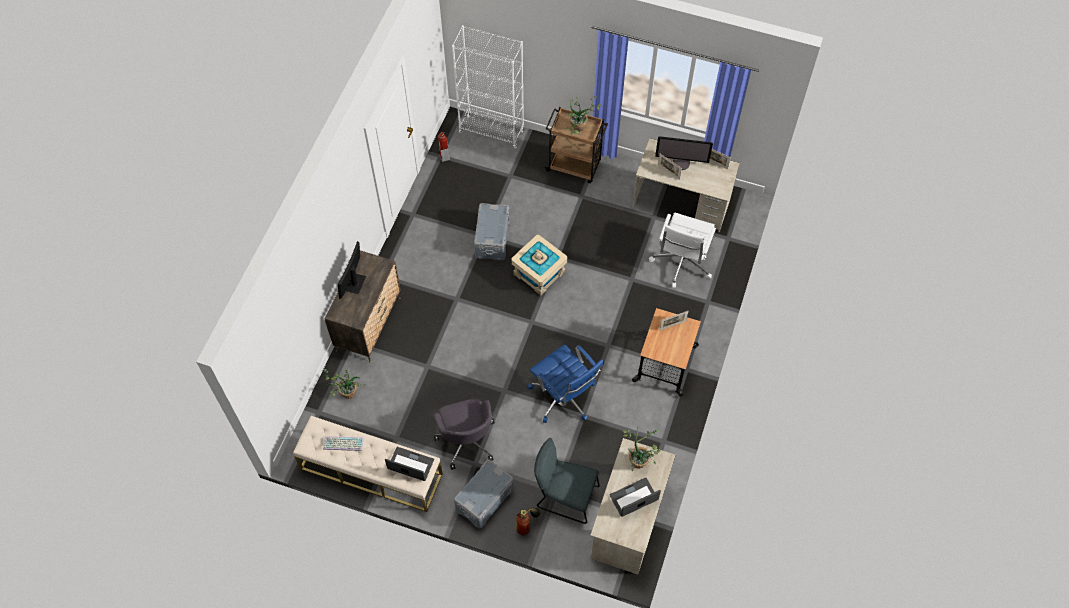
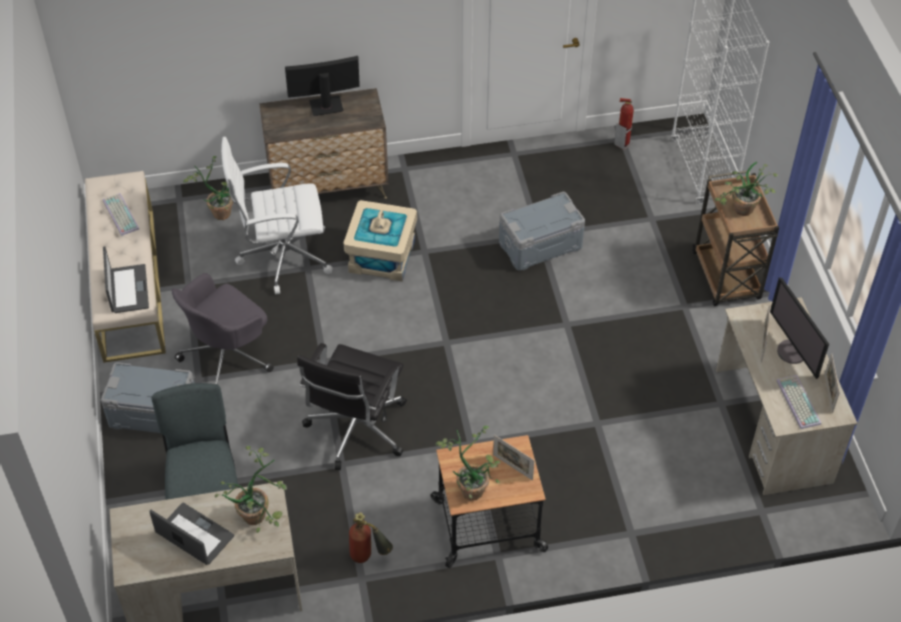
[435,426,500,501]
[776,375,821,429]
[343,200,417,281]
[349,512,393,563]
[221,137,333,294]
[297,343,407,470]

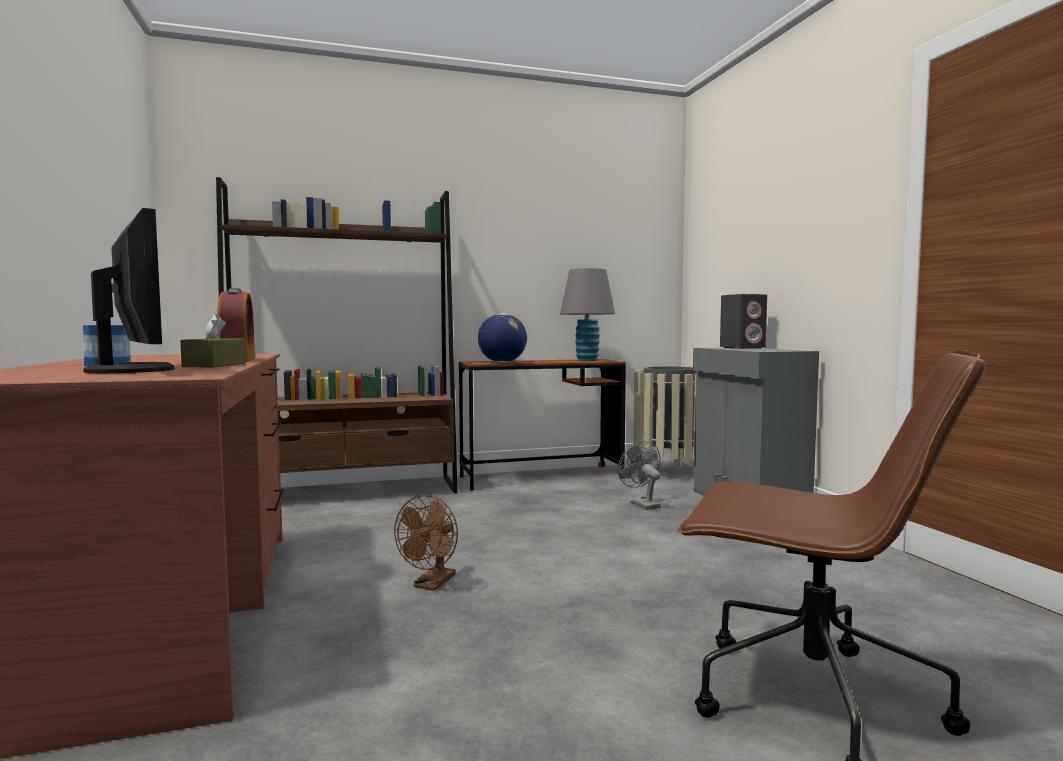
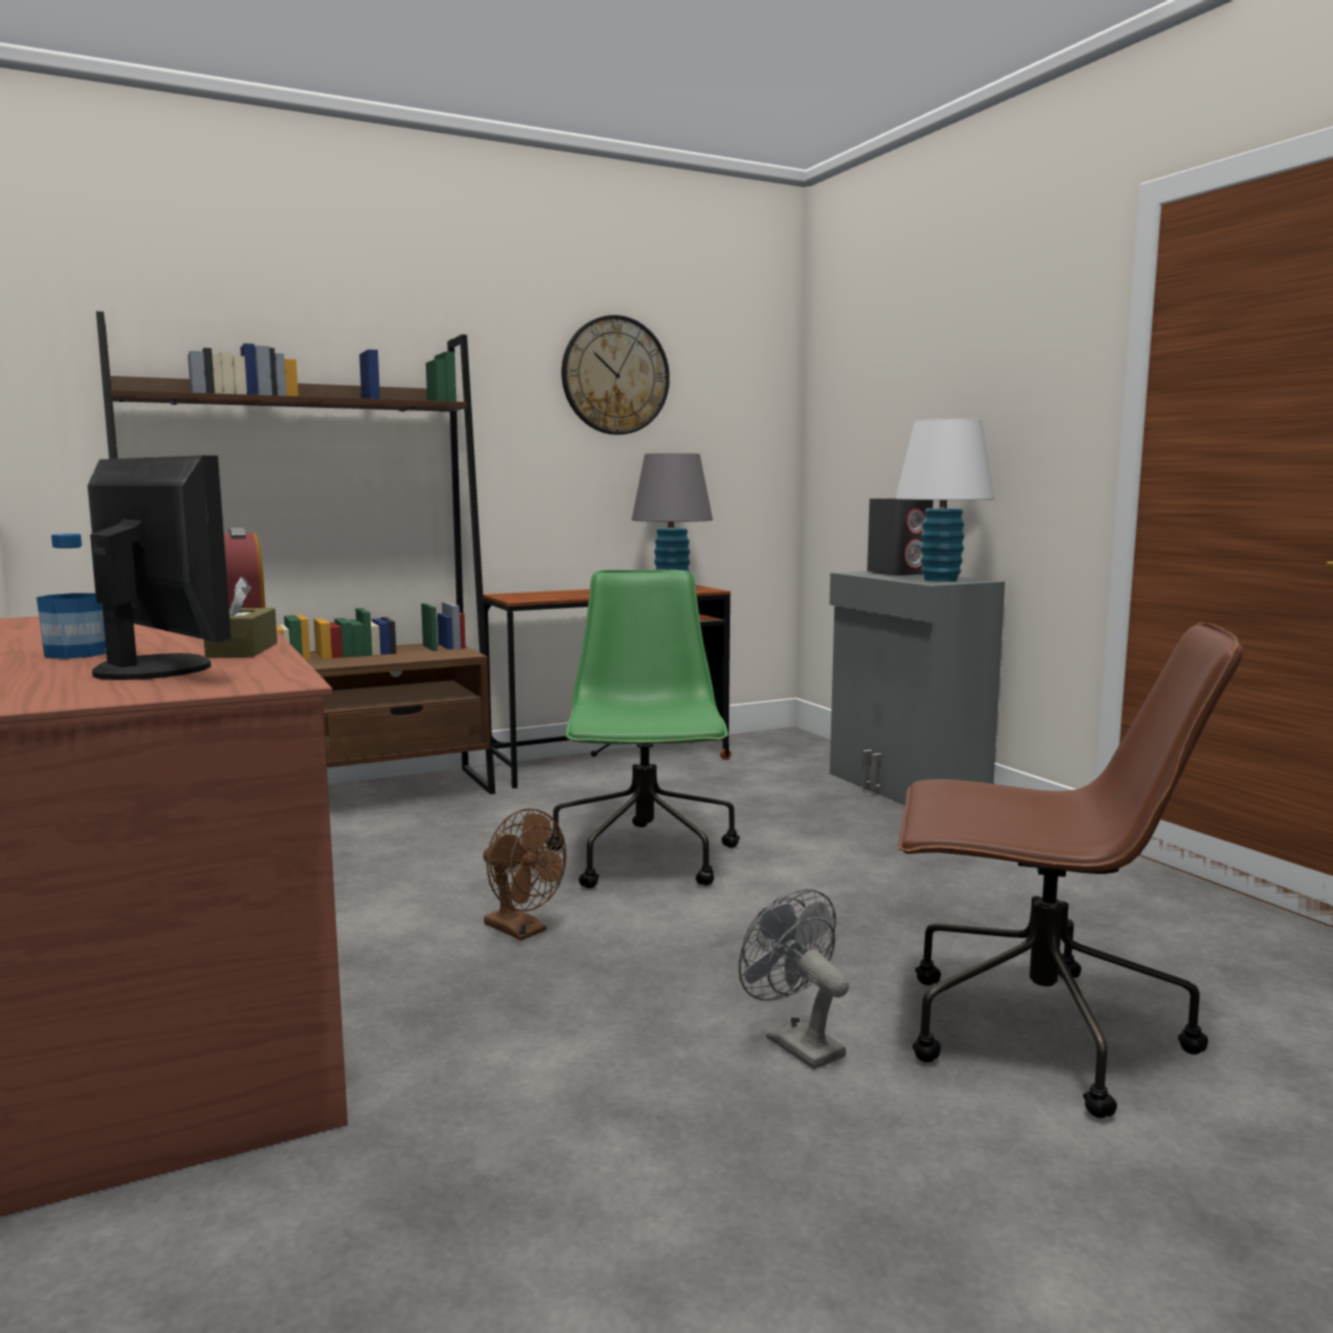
[478,313,527,363] (first image)
[633,366,697,479] (first image)
[546,570,740,889]
[562,315,670,435]
[895,419,994,582]
[739,889,849,1069]
[483,808,566,941]

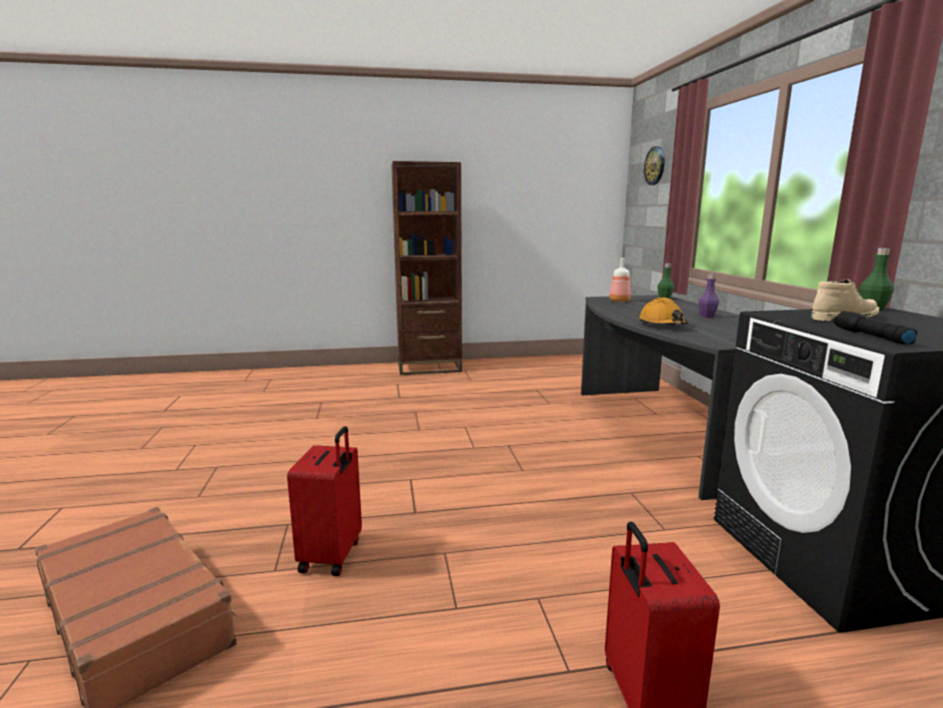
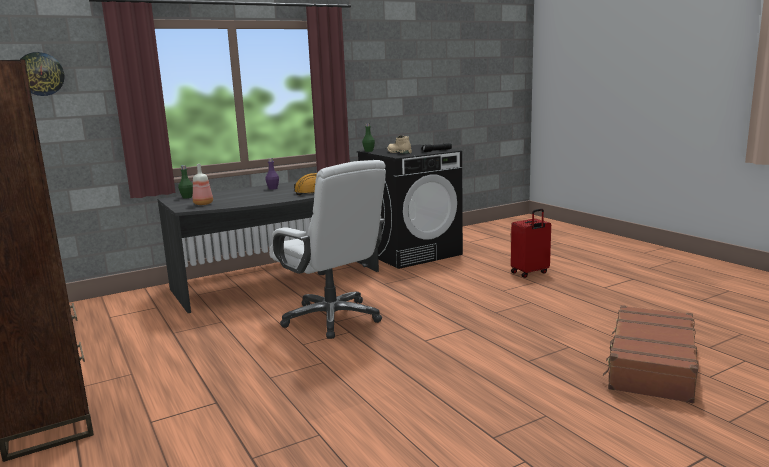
[287,426,362,576] (first image)
[269,160,386,339]

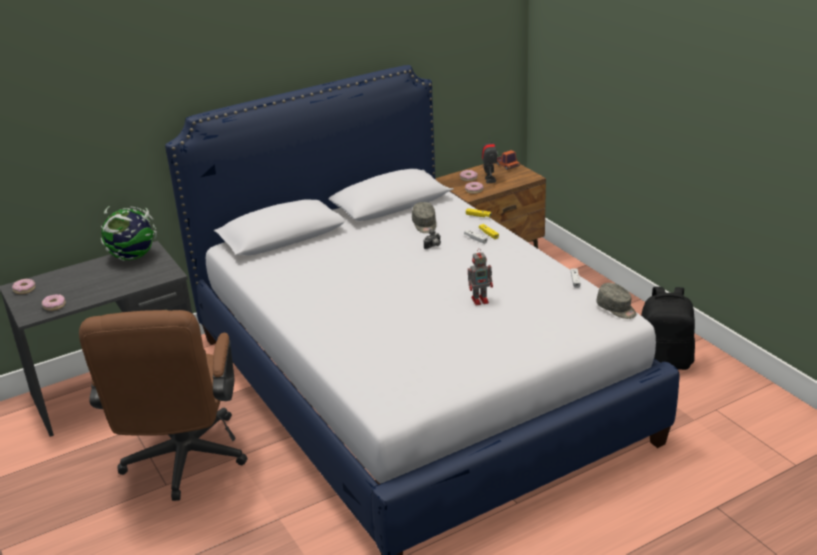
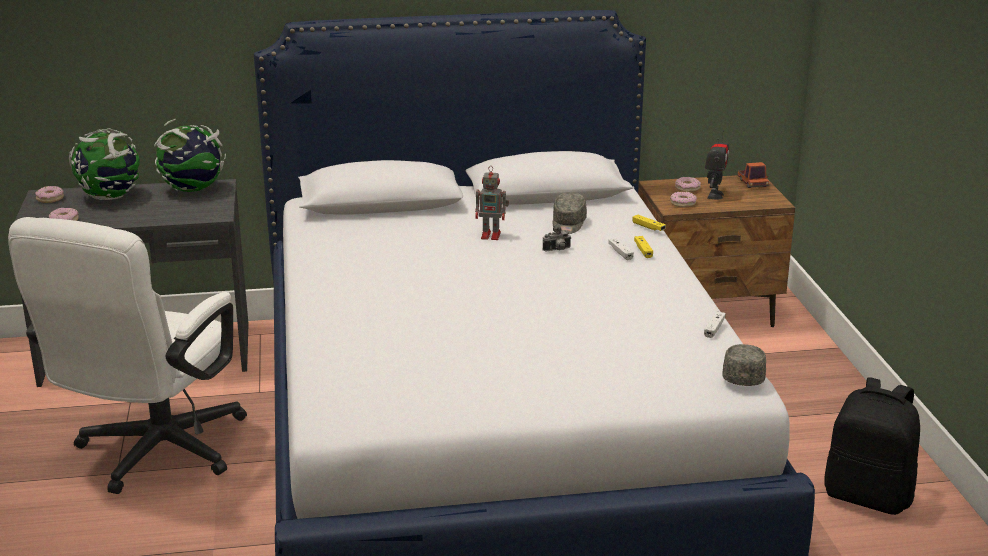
[69,128,140,200]
[475,167,509,240]
[8,217,247,494]
[722,344,766,386]

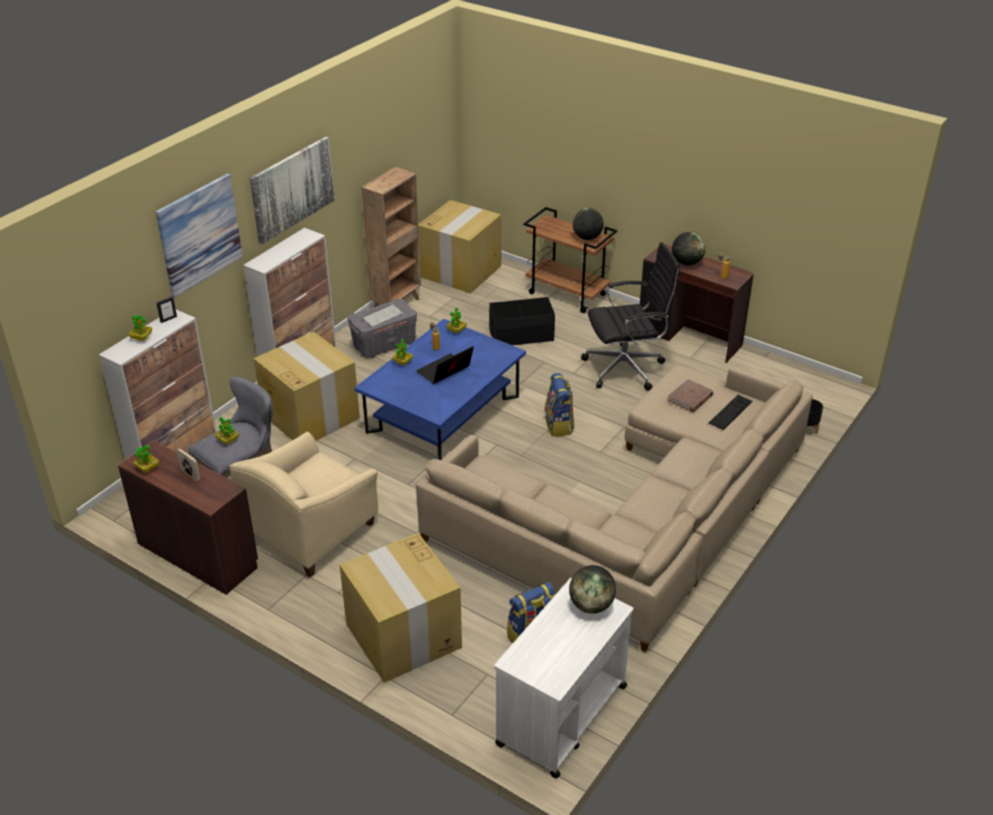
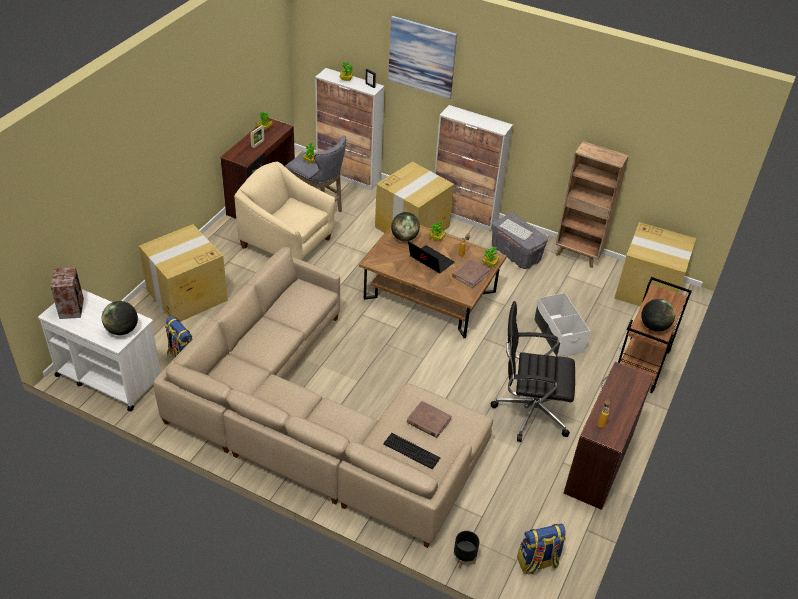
[250,137,334,244] (first image)
[51,267,84,319]
[452,259,490,288]
[517,524,566,575]
[391,212,420,241]
[359,225,507,338]
[534,293,590,357]
[490,301,575,442]

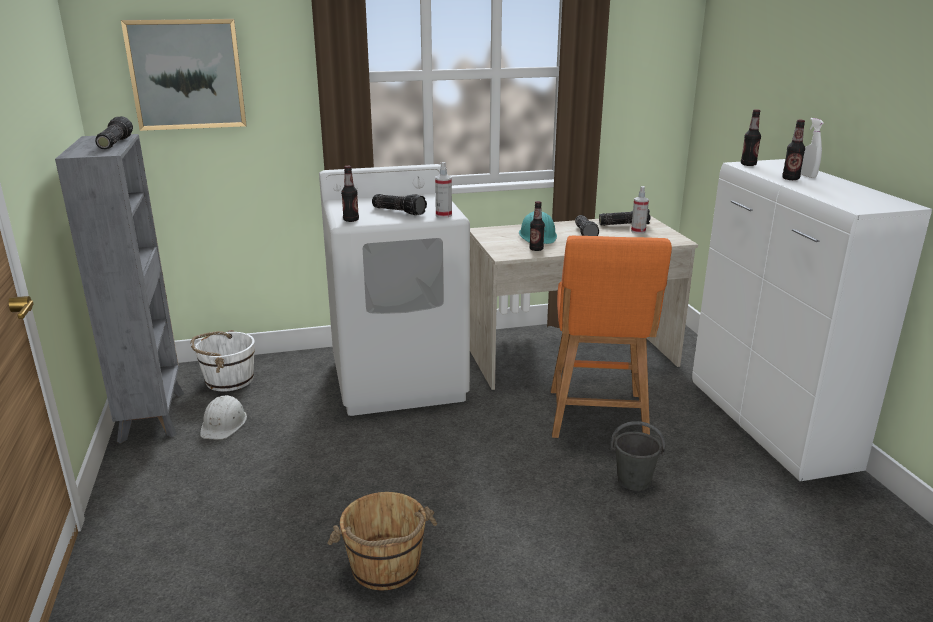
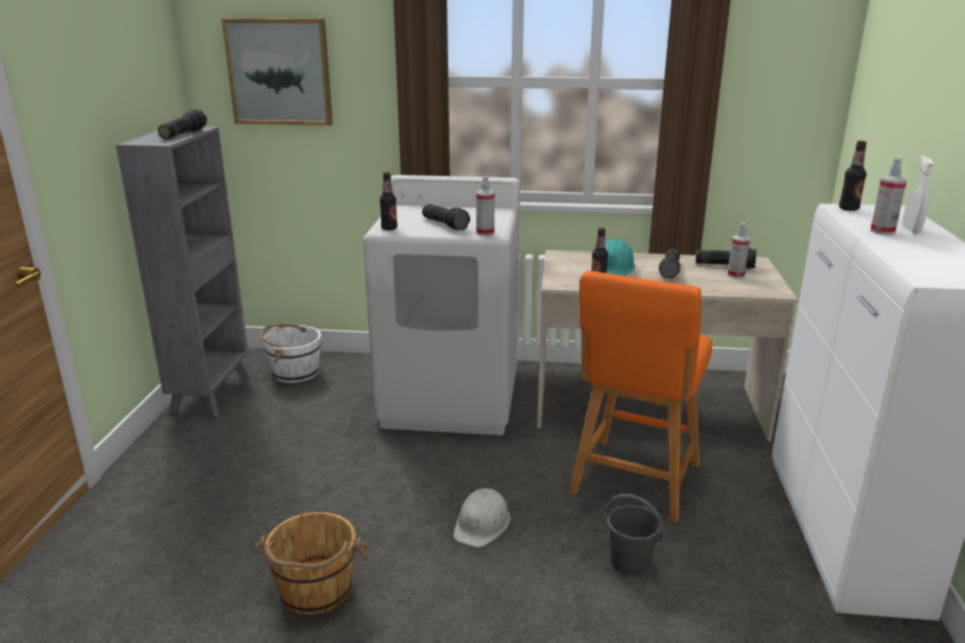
[453,488,510,547]
[870,157,907,235]

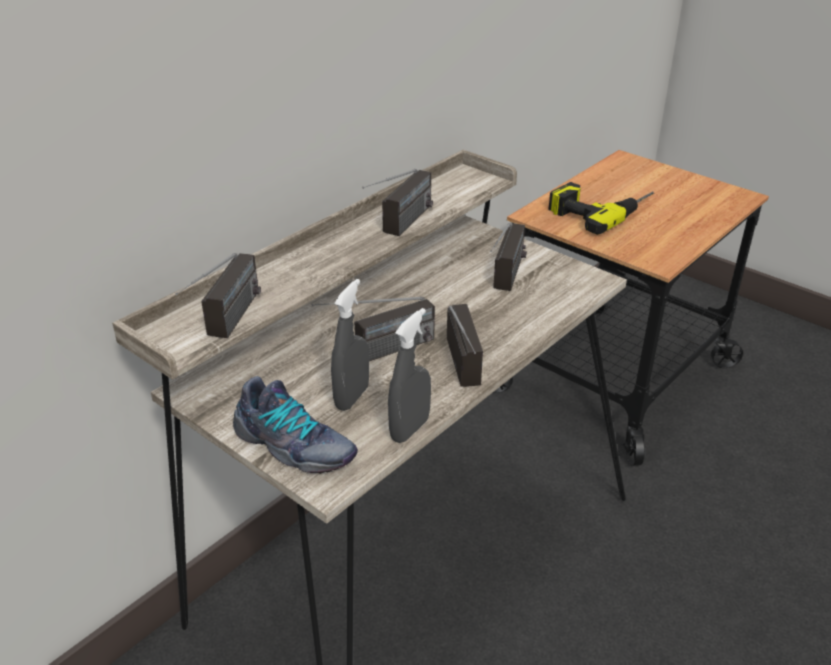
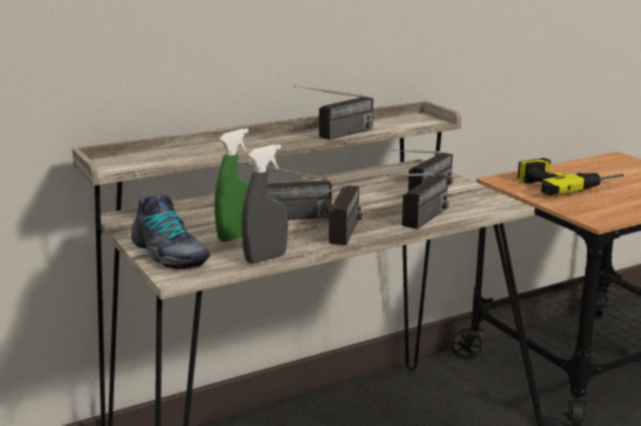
[387,173,449,229]
[214,129,249,242]

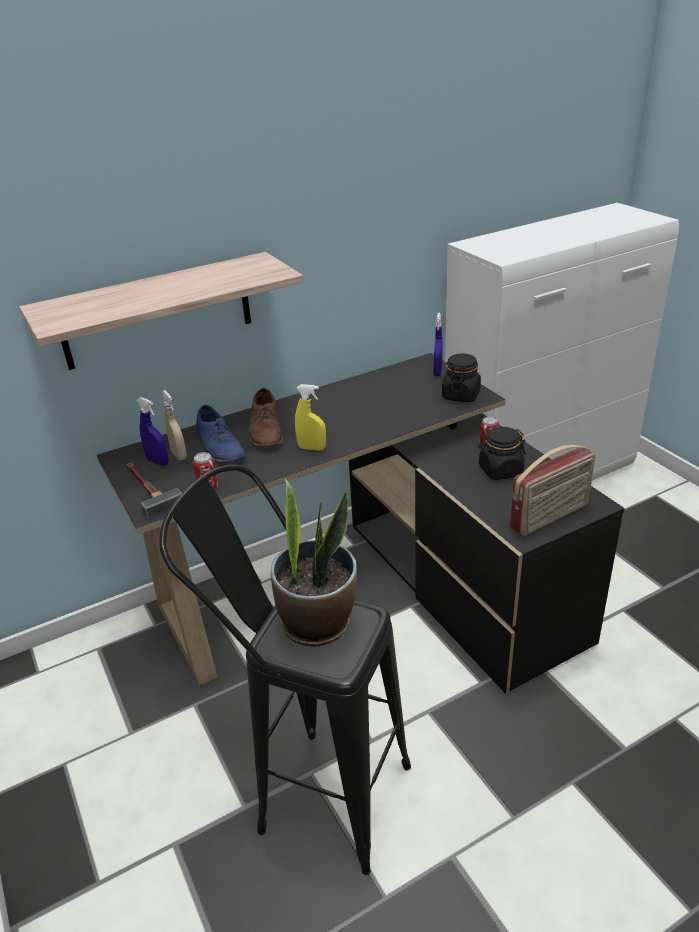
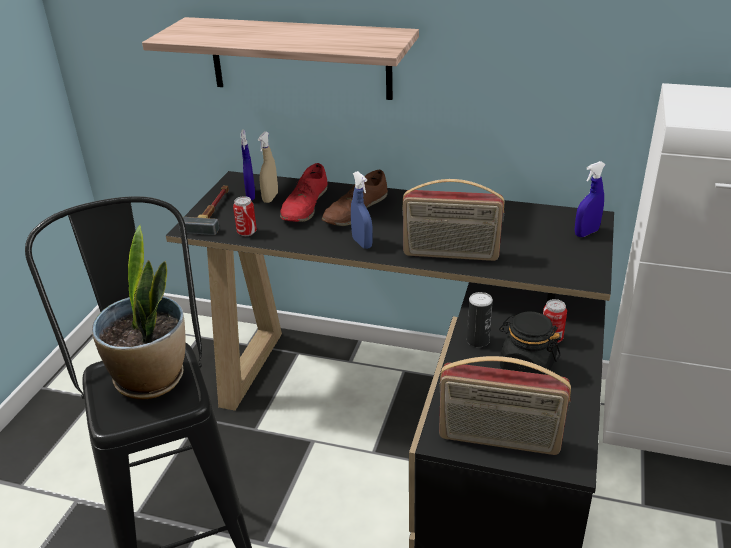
[442,353,481,402] (first image)
[402,179,505,261]
[467,292,493,347]
[280,163,328,222]
[351,171,373,249]

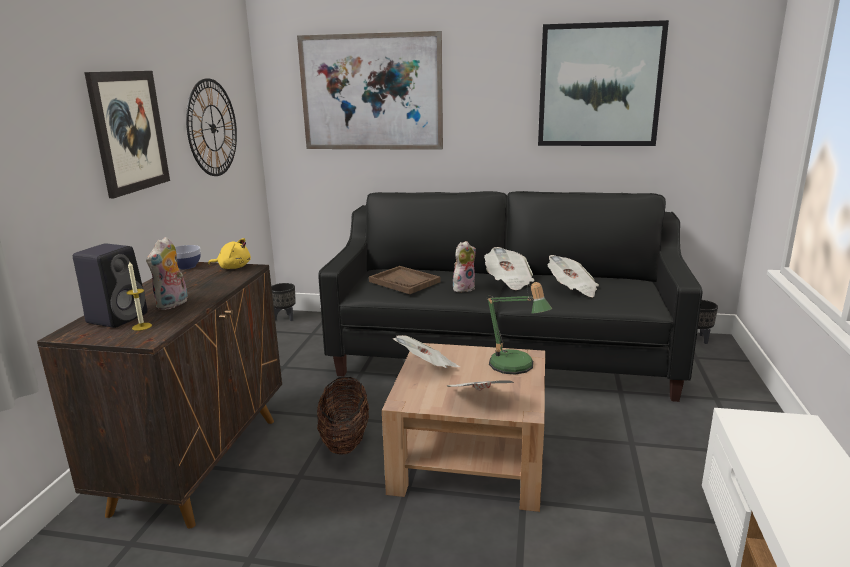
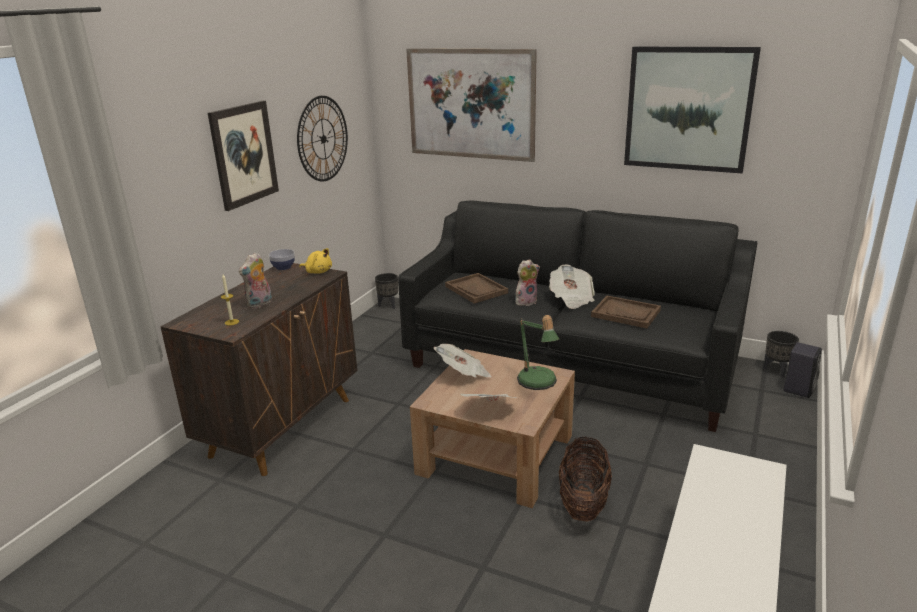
[783,342,822,398]
[559,437,612,522]
[591,296,661,328]

